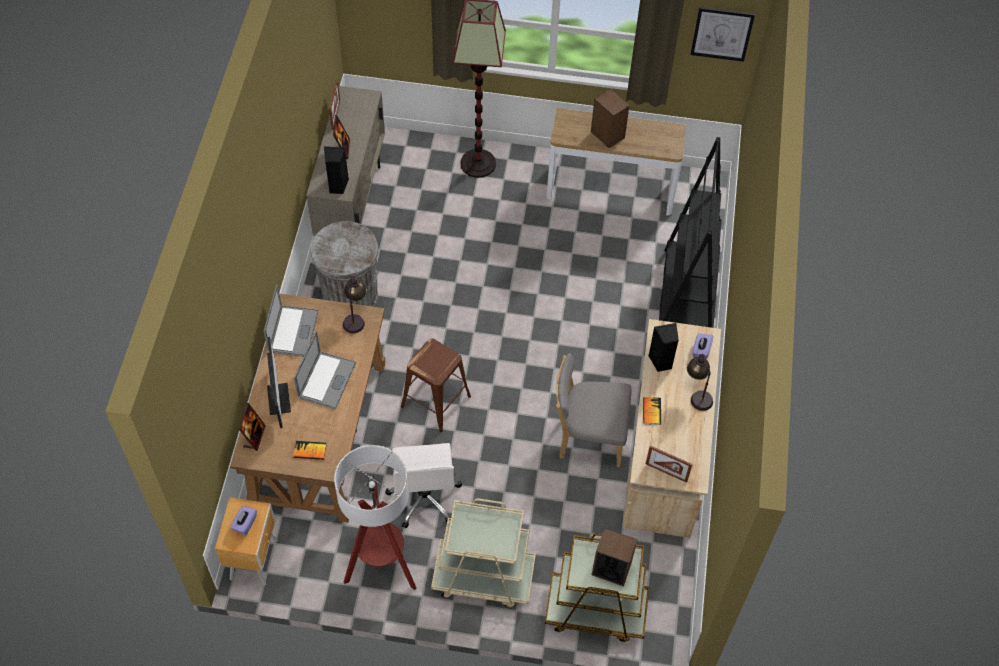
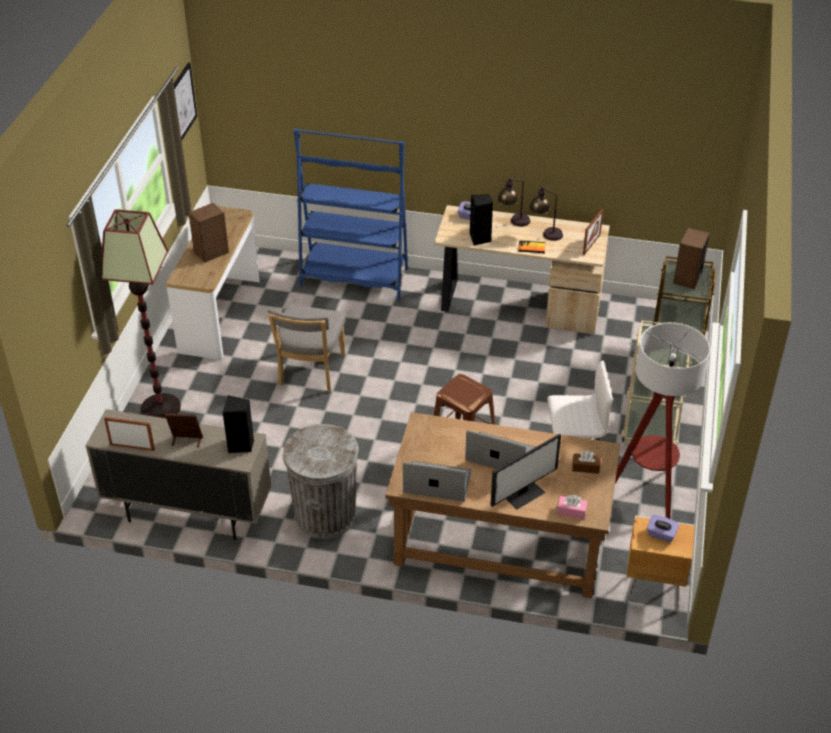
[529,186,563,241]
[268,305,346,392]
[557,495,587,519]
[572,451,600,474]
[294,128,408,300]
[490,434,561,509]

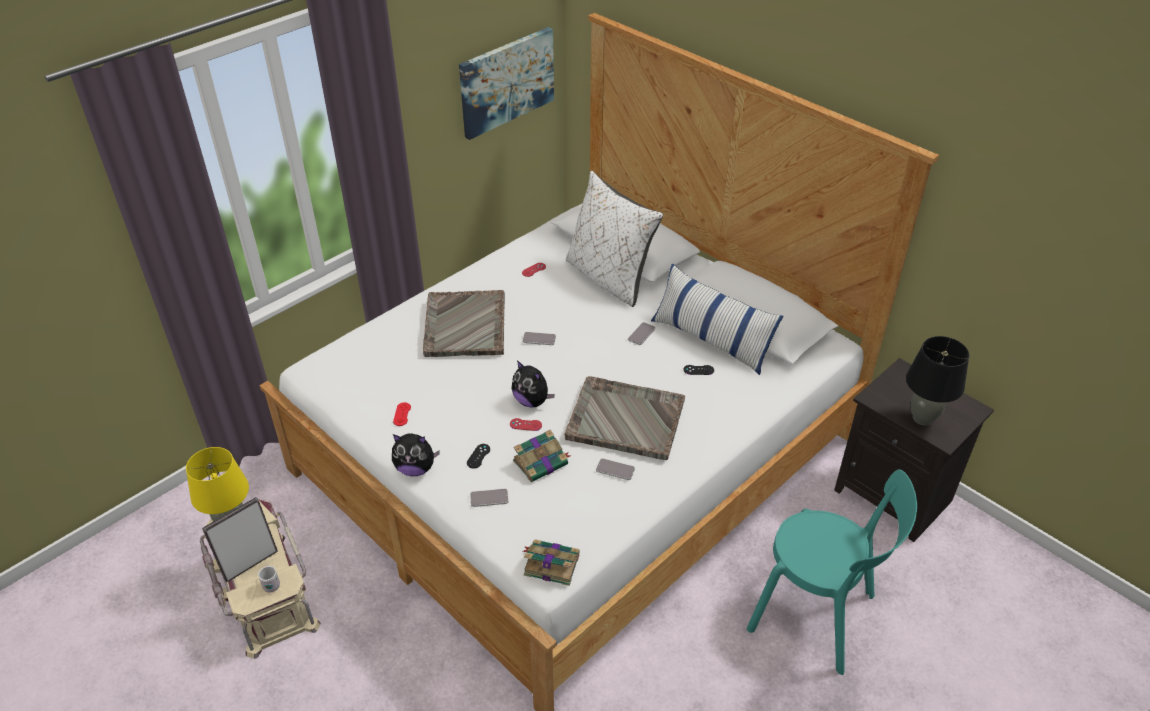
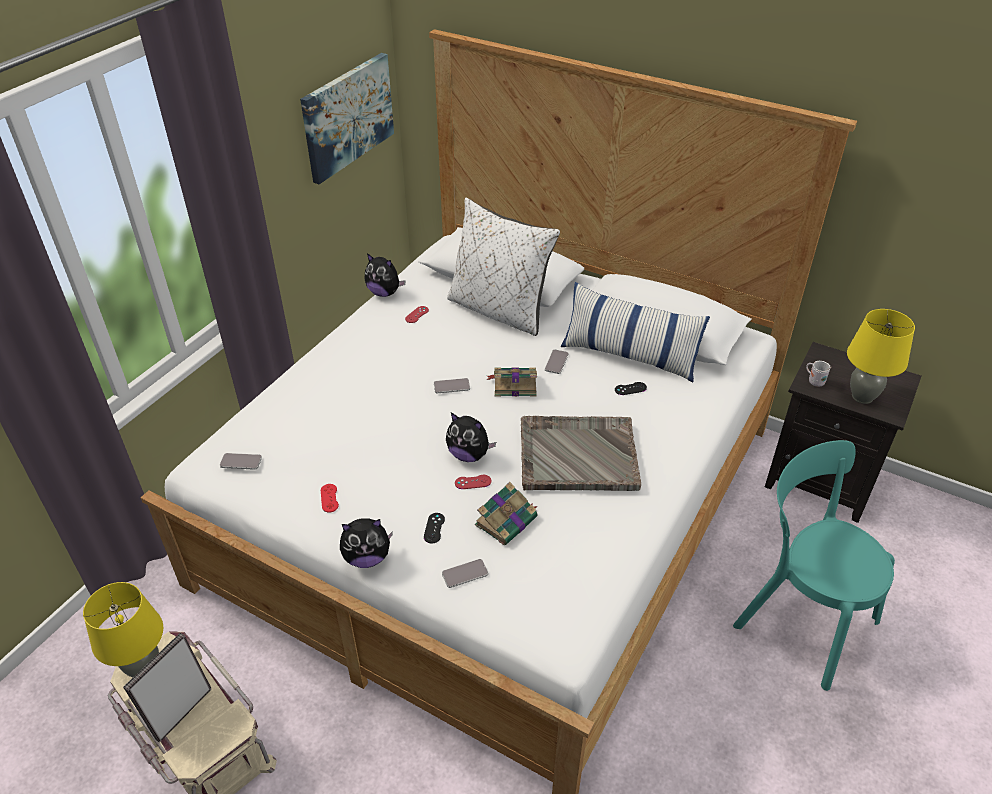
[423,290,505,357] (first image)
[365,253,406,297]
[806,361,832,387]
[486,367,537,397]
[220,453,262,470]
[847,309,915,404]
[733,440,895,691]

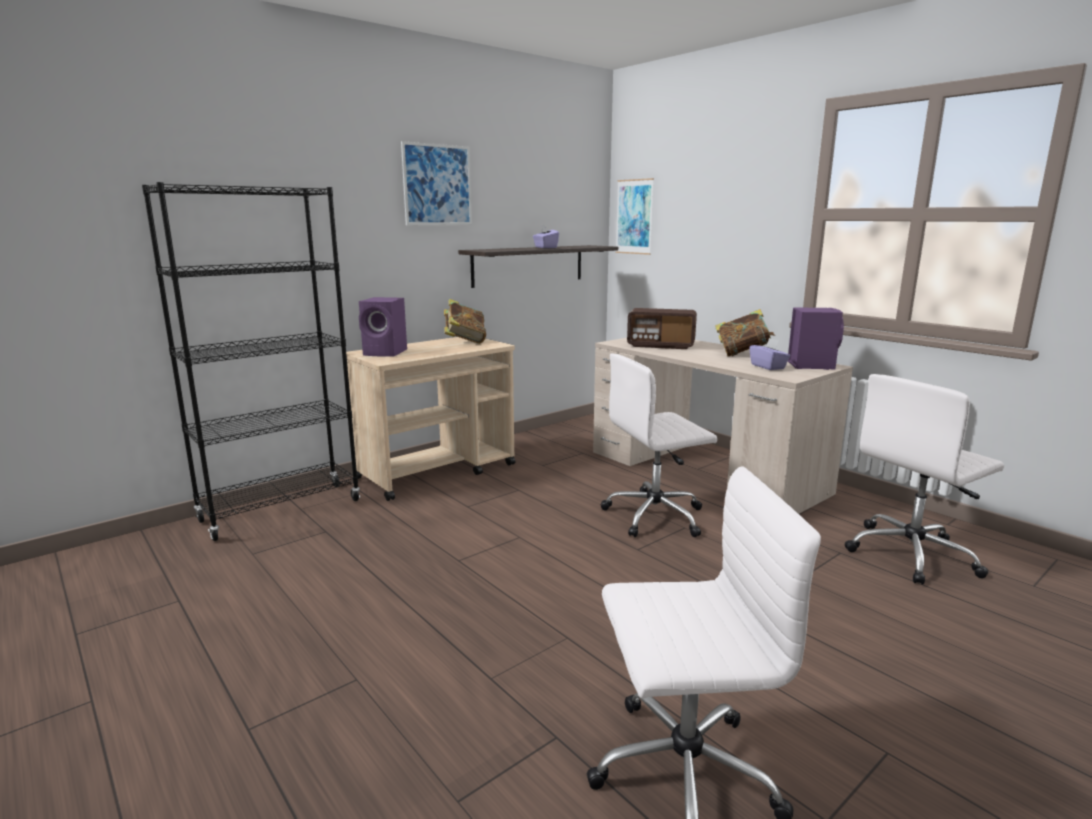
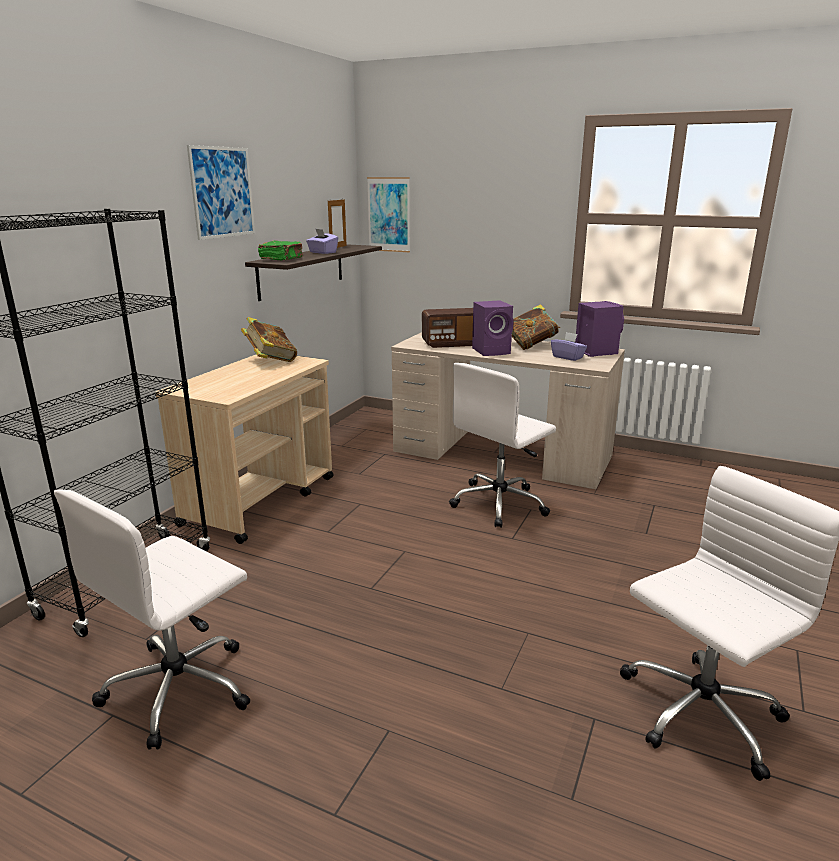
[258,240,303,260]
[328,199,347,248]
[472,300,514,356]
[54,489,250,750]

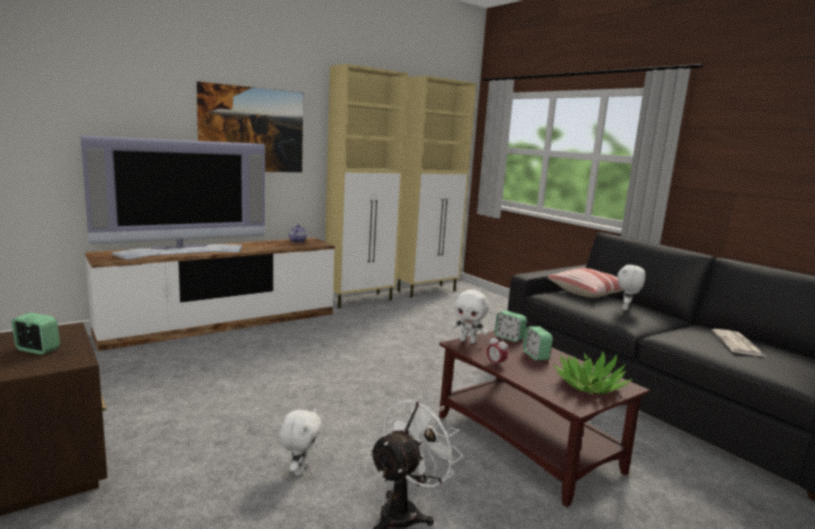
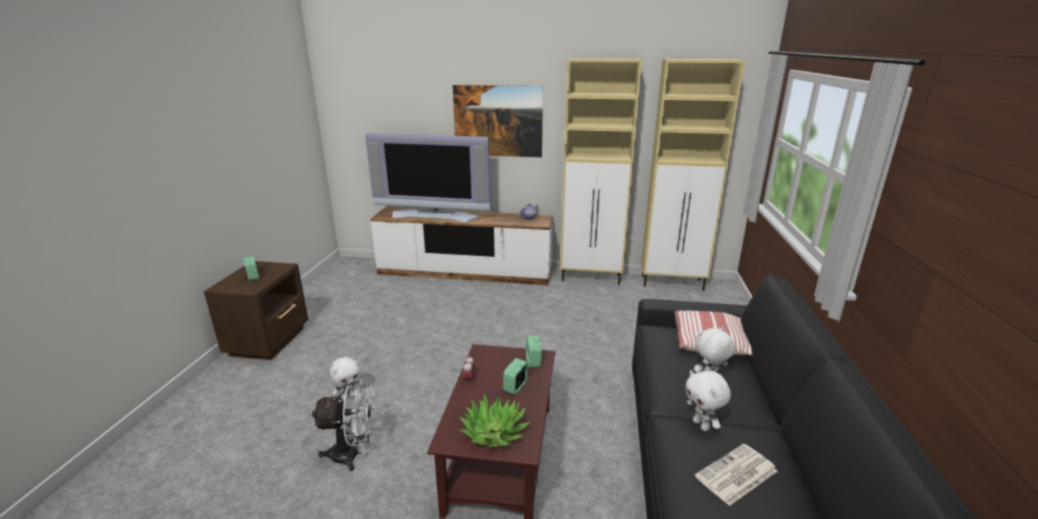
[685,370,731,431]

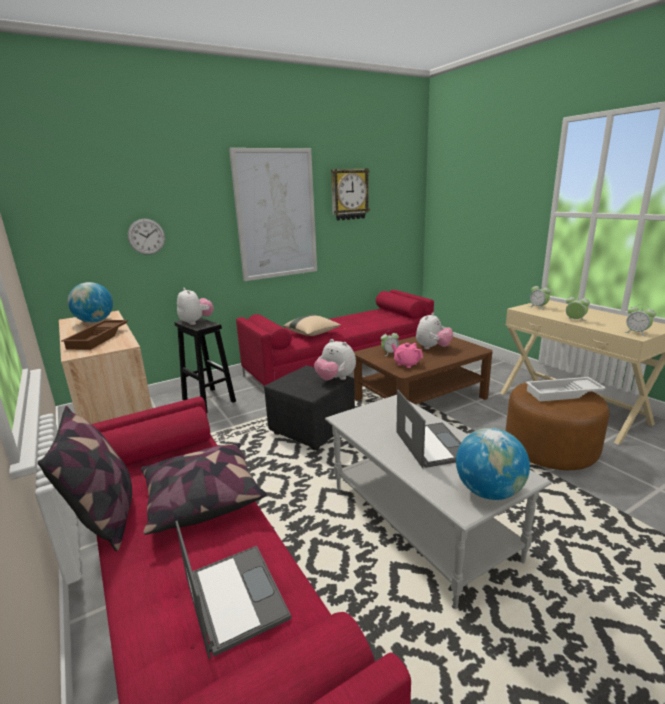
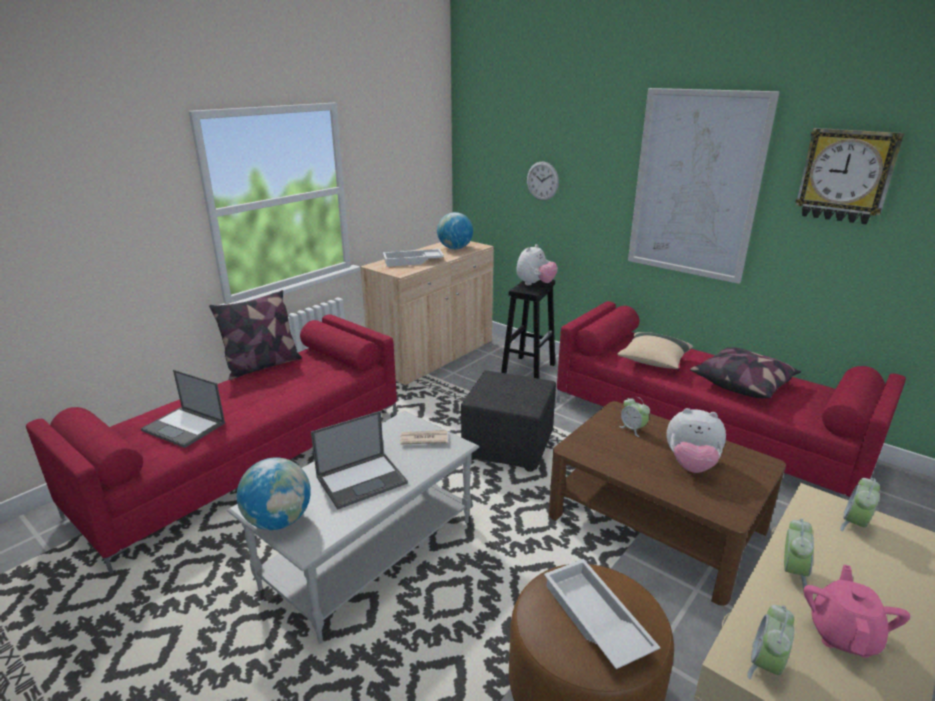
[314,339,356,381] (first image)
[400,430,448,444]
[690,347,802,398]
[804,565,910,658]
[383,249,444,267]
[141,370,225,448]

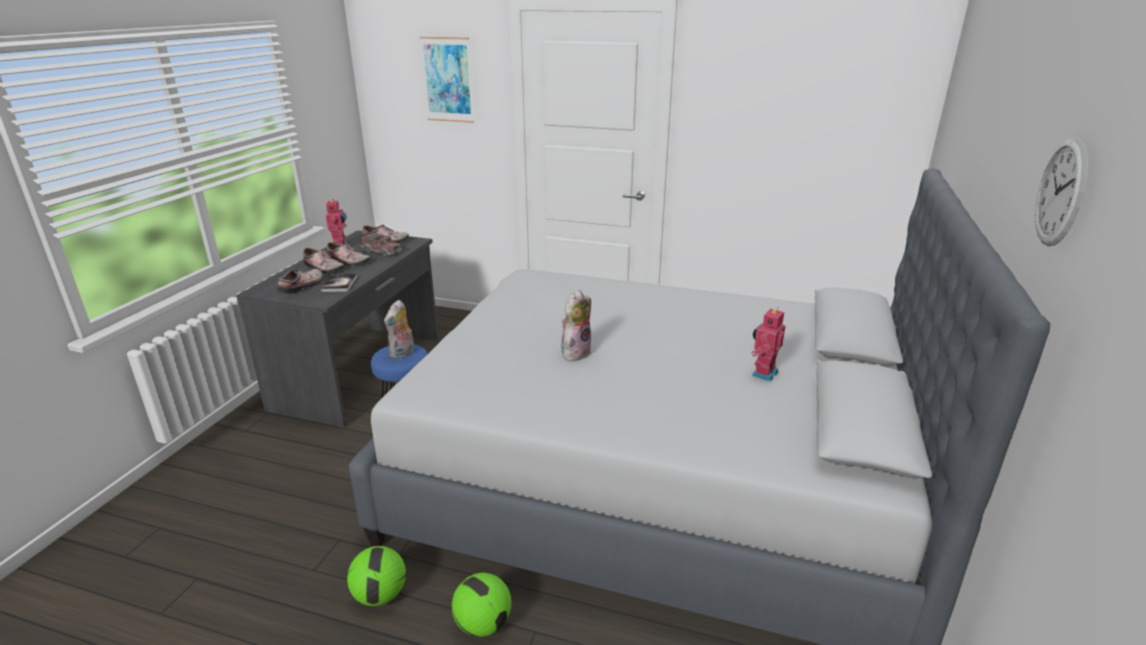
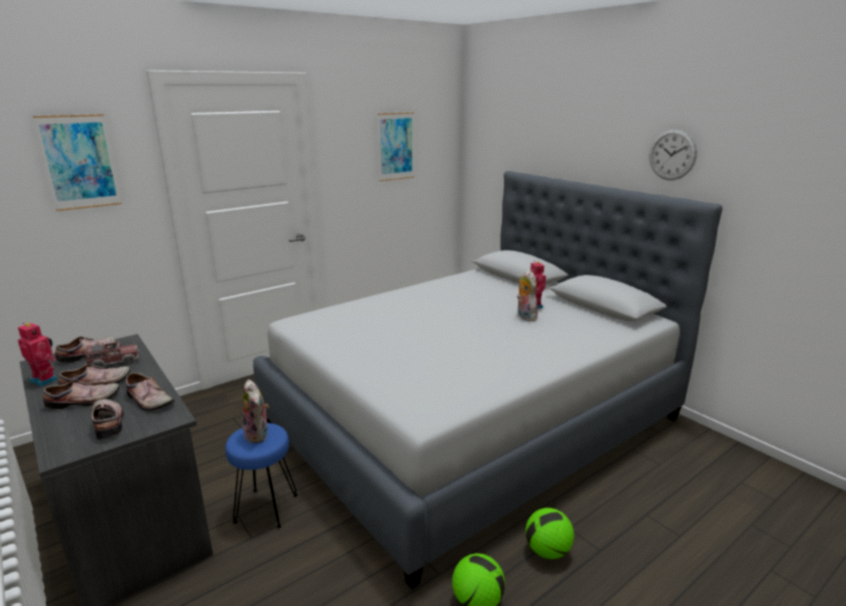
[378,112,414,181]
[517,270,538,321]
[126,373,175,411]

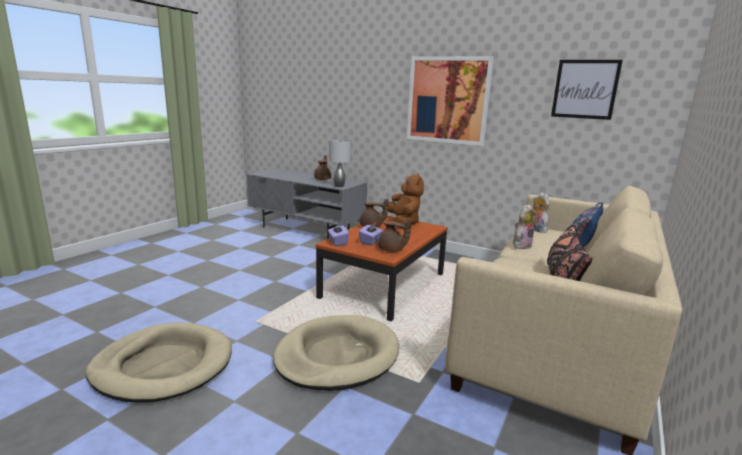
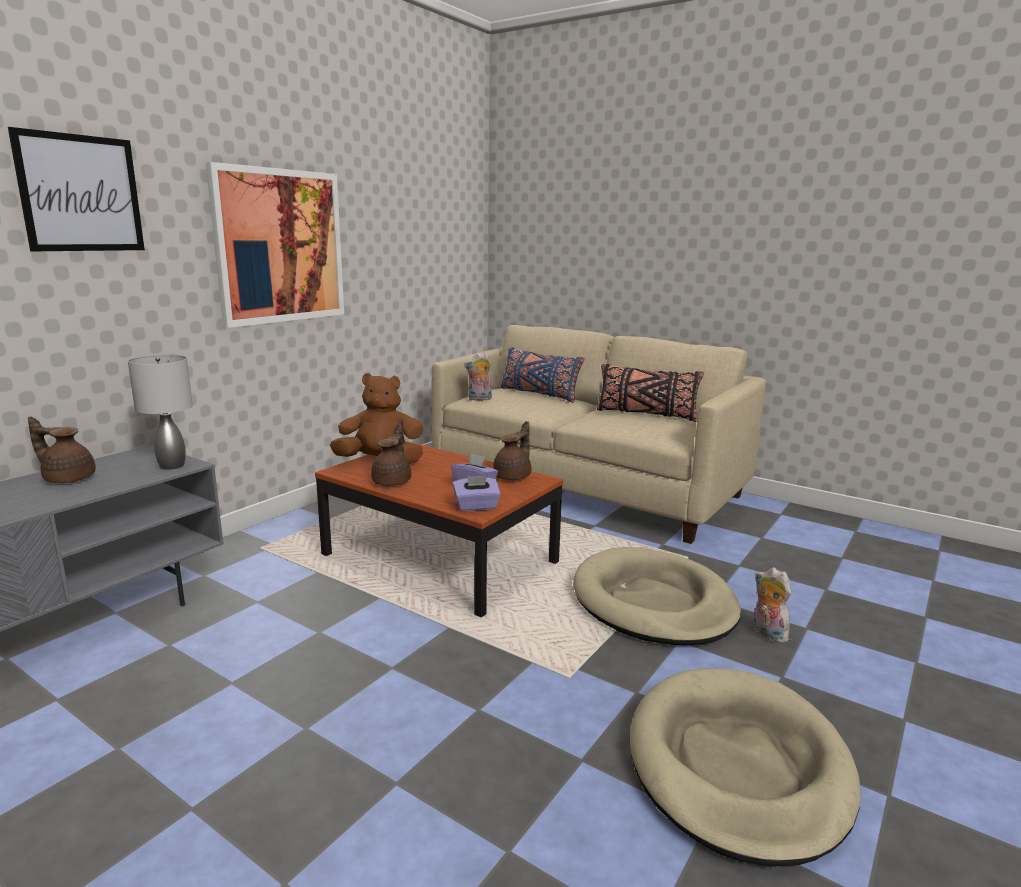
[754,567,791,643]
[8,127,145,251]

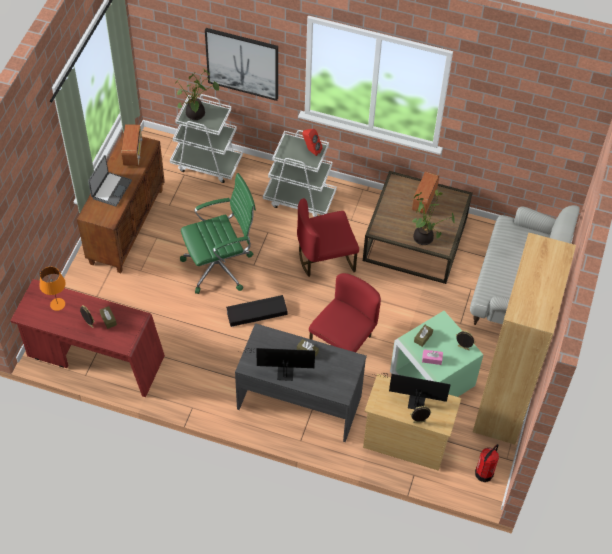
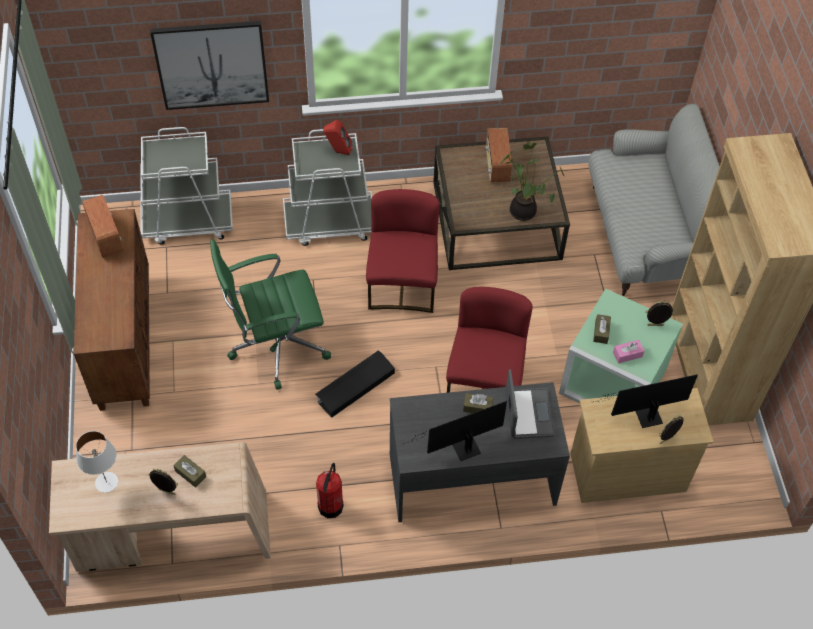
[175,68,219,120] (first image)
[505,369,554,439]
[316,463,343,518]
[49,442,271,572]
[76,431,118,493]
[210,239,331,390]
[366,189,440,313]

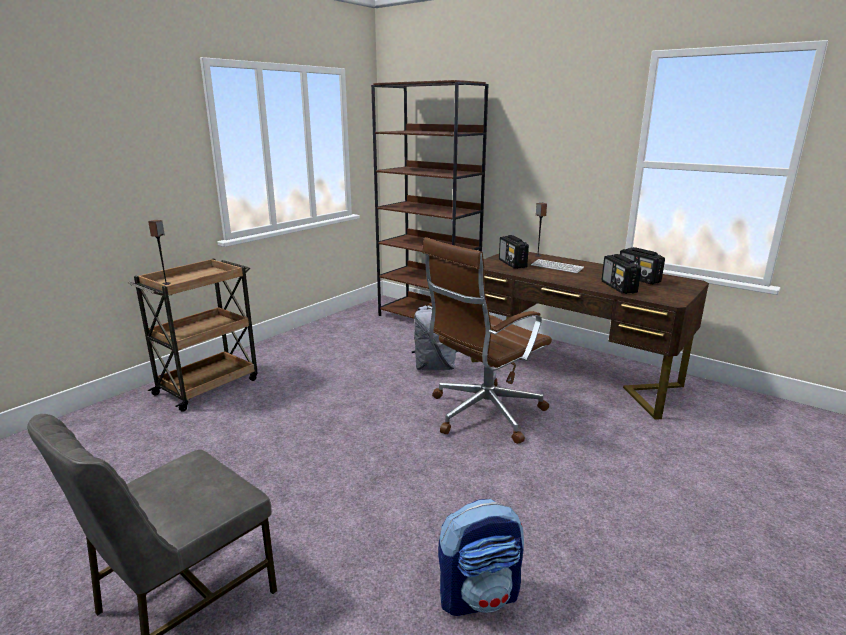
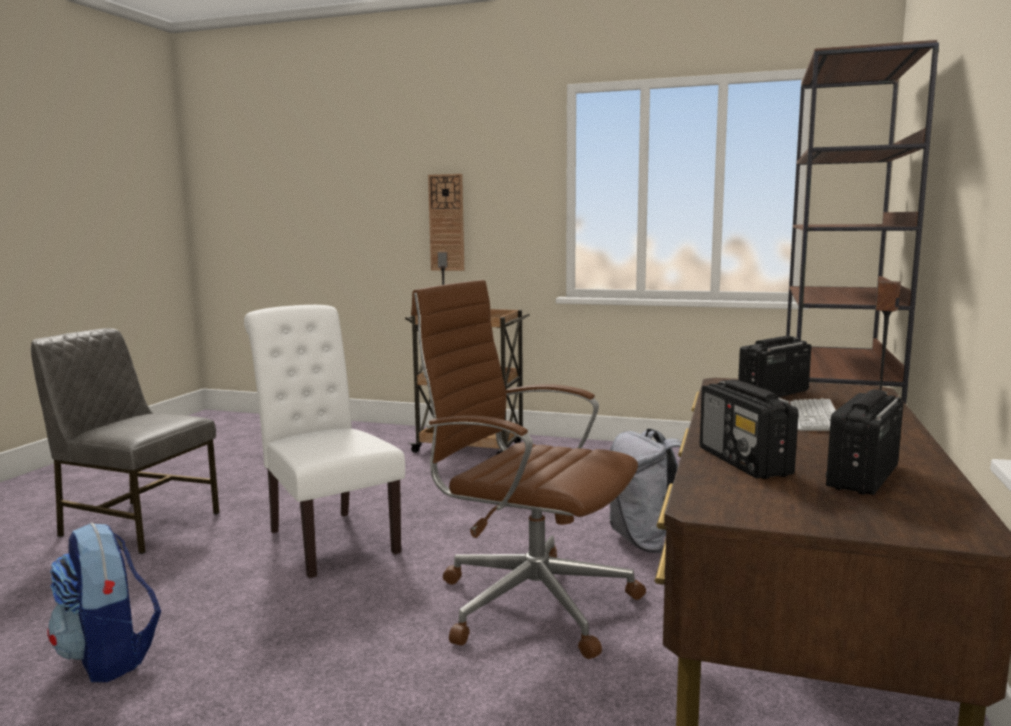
[244,305,405,578]
[428,174,464,271]
[700,380,799,479]

